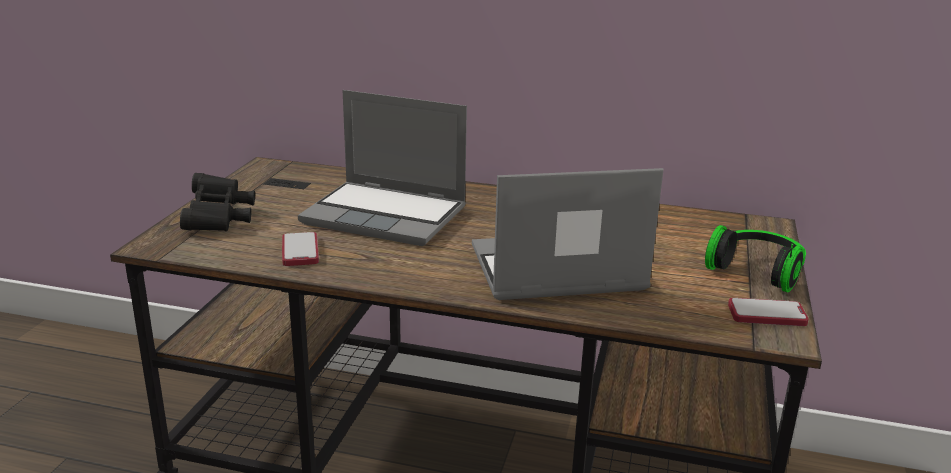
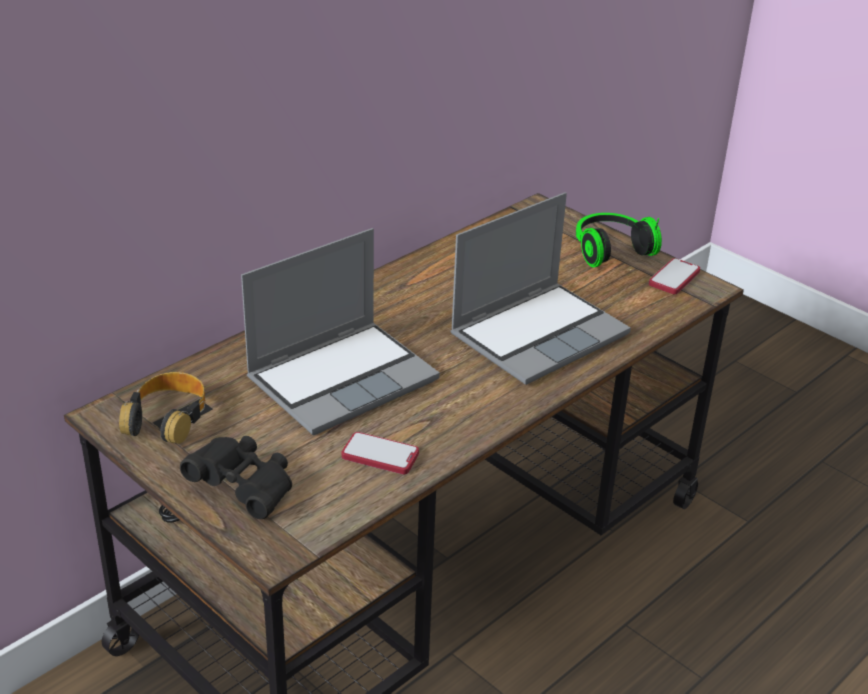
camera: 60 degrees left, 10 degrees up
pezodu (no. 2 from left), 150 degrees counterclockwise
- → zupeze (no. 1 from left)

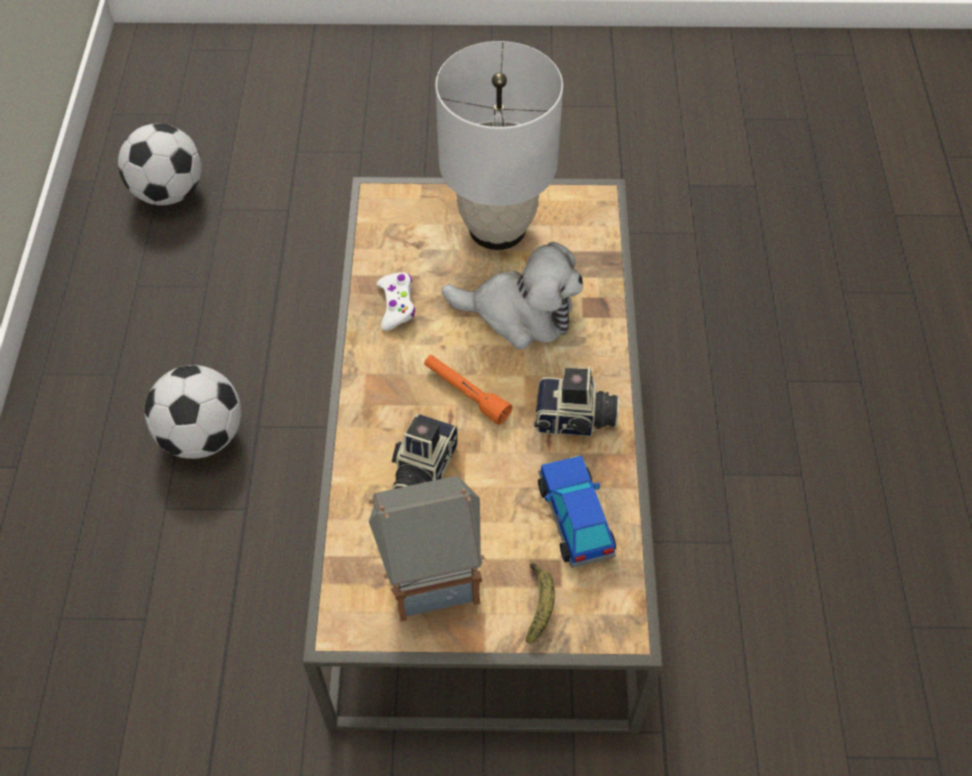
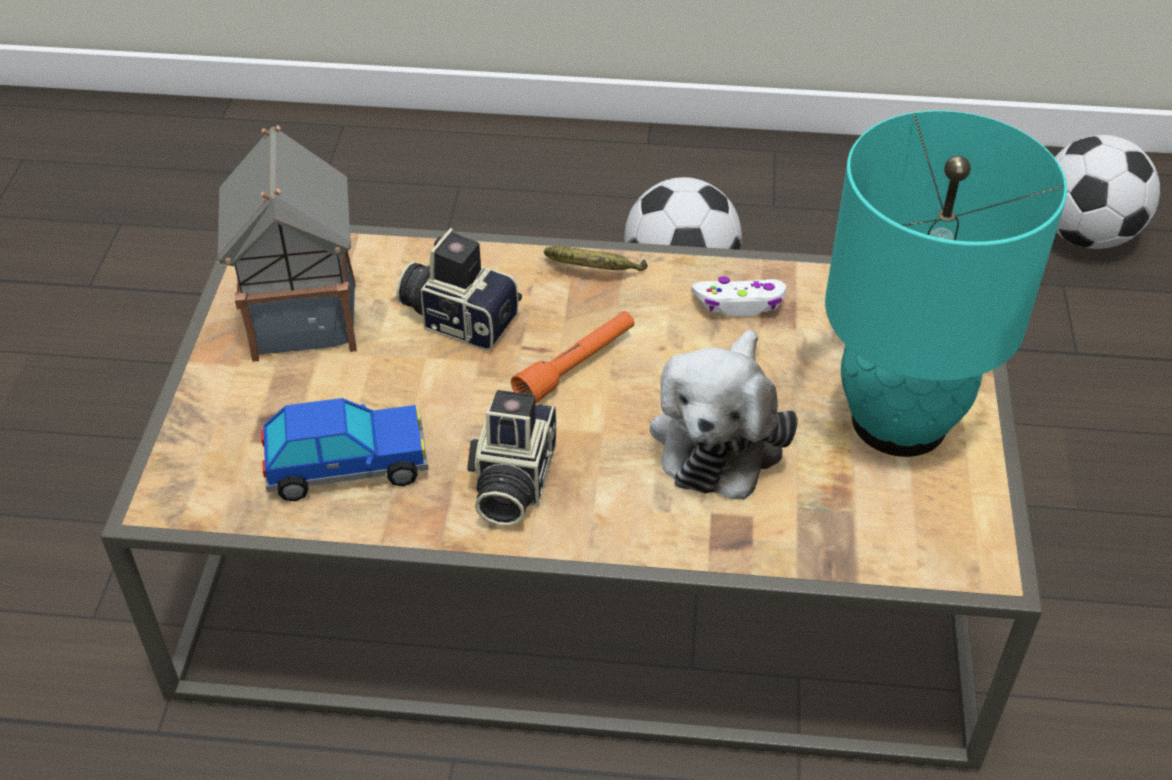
camera: 95 degrees right, 10 degrees down
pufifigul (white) → pufifigul (turquoise)
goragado, shifted

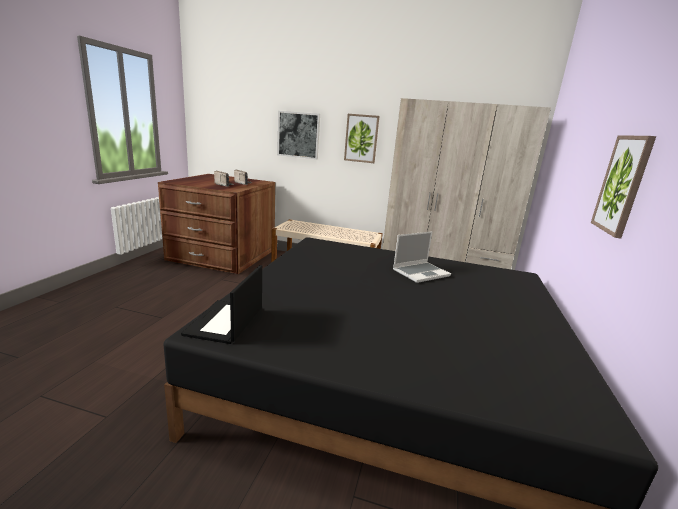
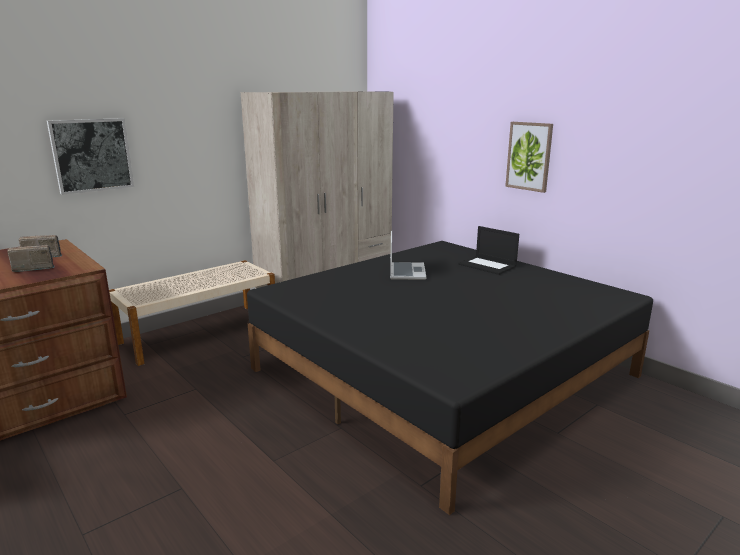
camera: 55 degrees left, 0 degrees up
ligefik (no. 2 from left) → -
pezodu (no. 1 from left in the first image) → pezodu (no. 2 from left), shifted

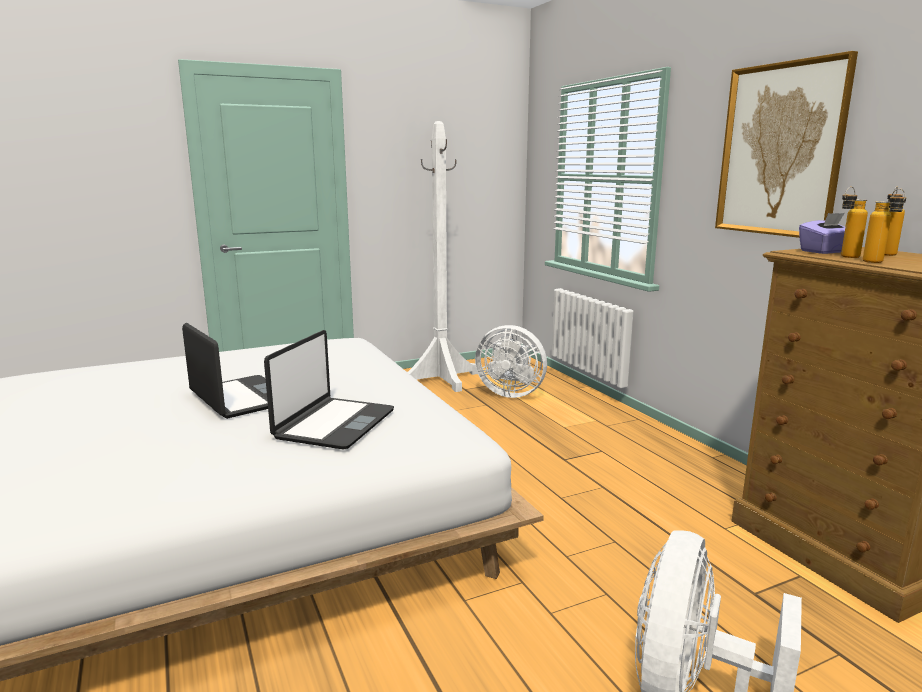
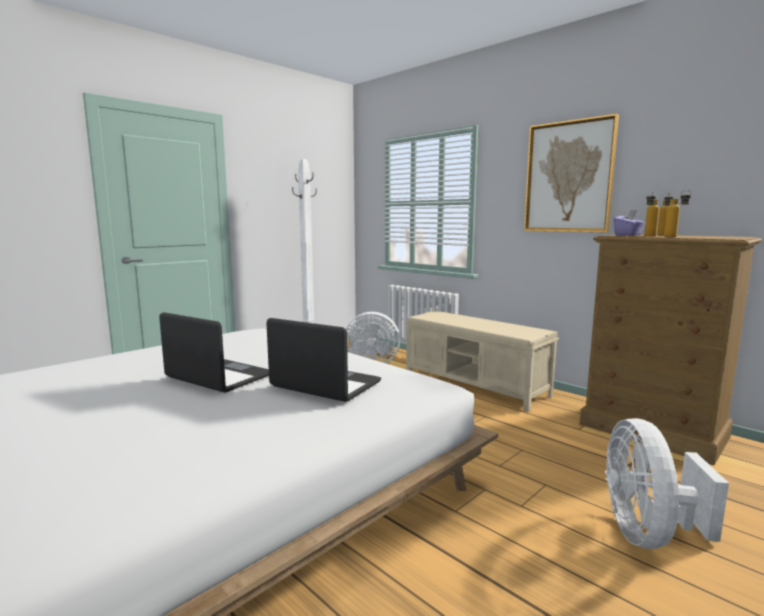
camera: 20 degrees left, 5 degrees down
pezodu (no. 2 from left), 60 degrees counterclockwise
- → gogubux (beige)

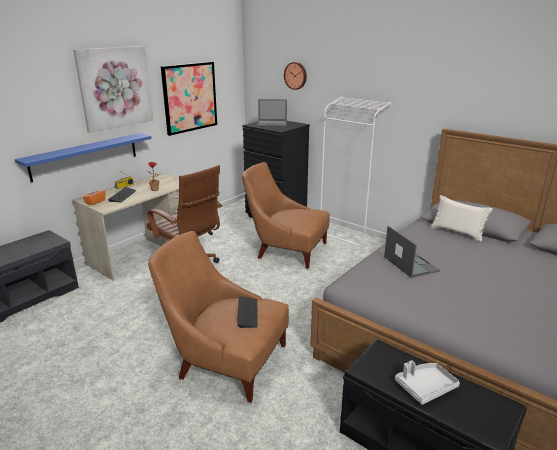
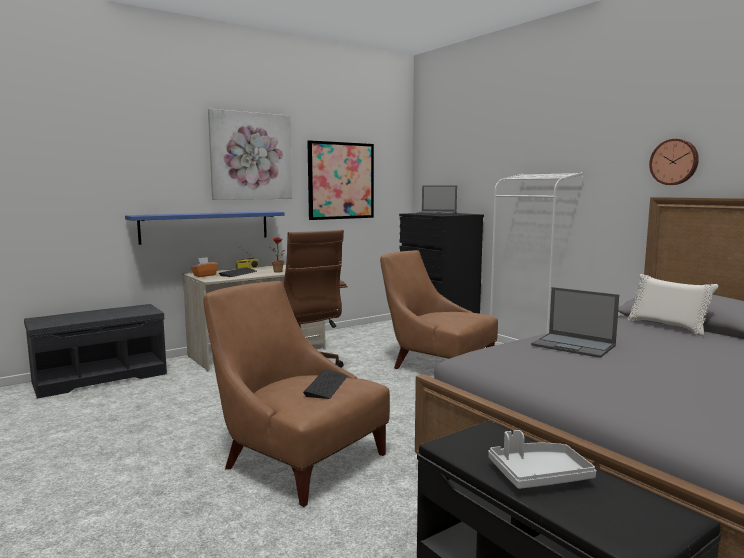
camera: 15 degrees right, 15 degrees down
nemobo, shifted
pezodu (no. 2 from left), 135 degrees clockwise

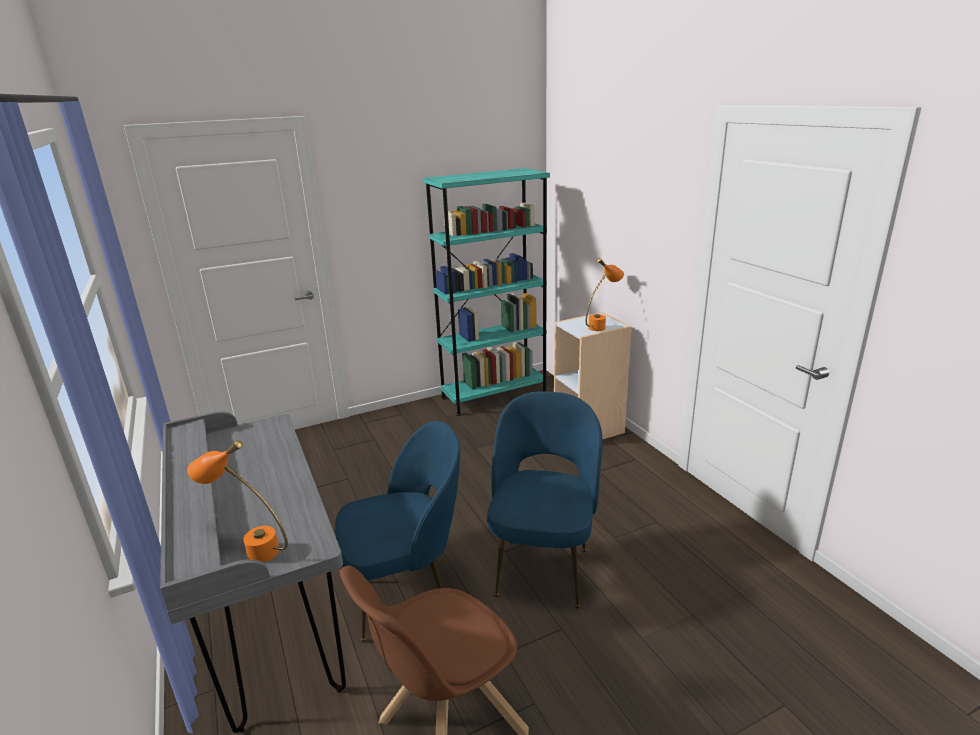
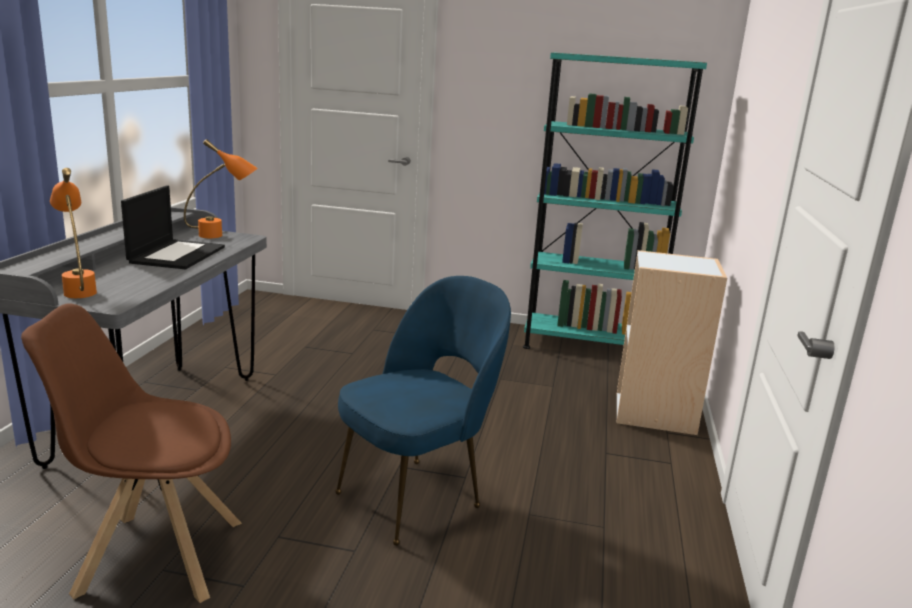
camera: 35 degrees right, 5 degrees down
pufifigul (orange) (no. 2 from left), shifted
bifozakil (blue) (no. 1 from left) → -
- → pezodu

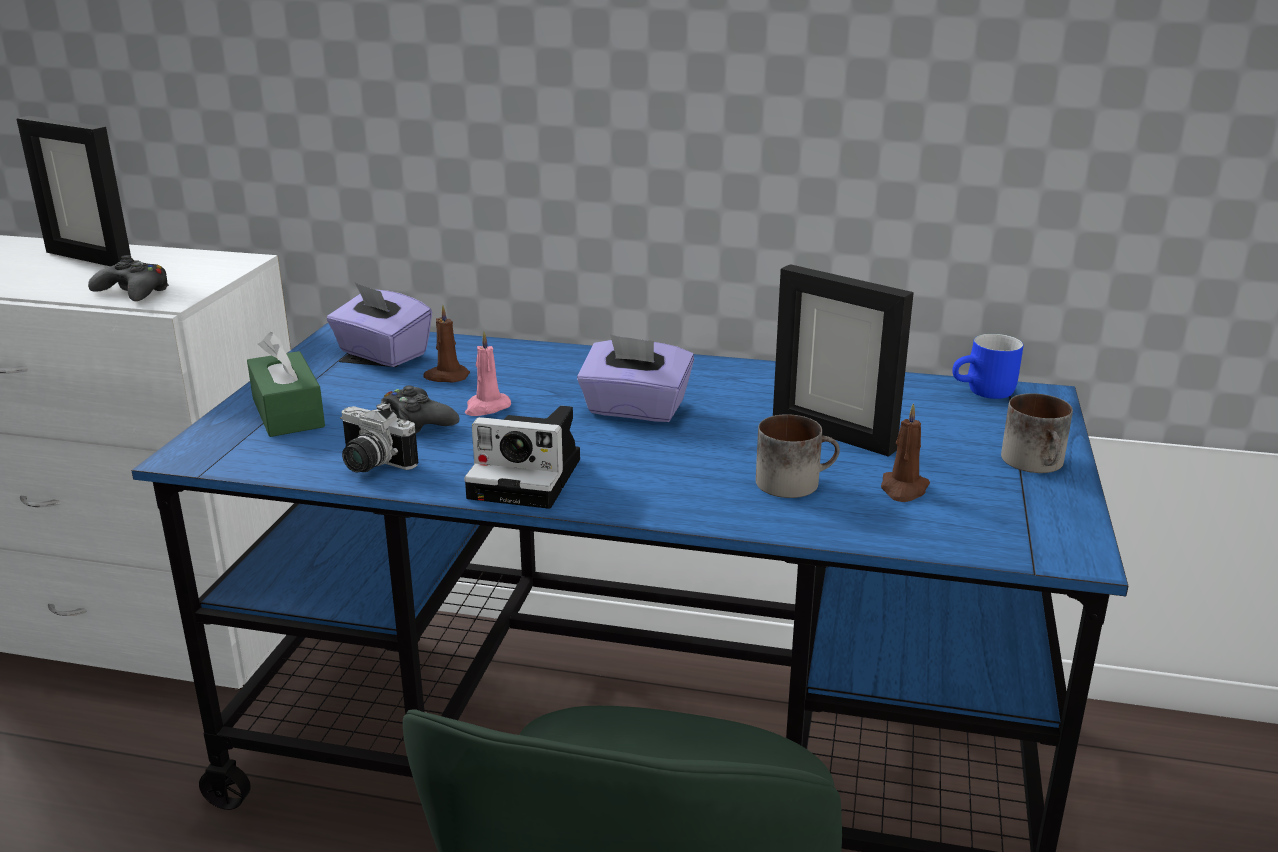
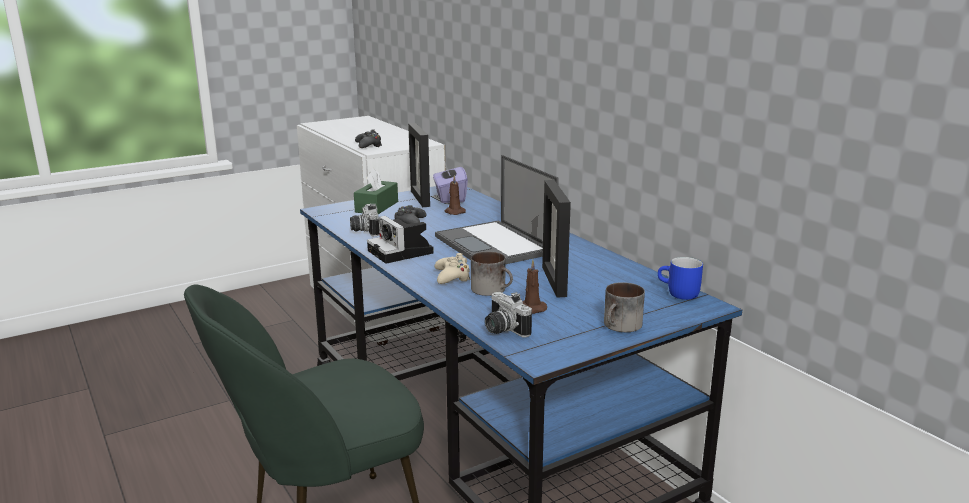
camera: 45 degrees right, 5 degrees down
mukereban (no. 1 from left), shifted
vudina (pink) → -
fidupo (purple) (no. 2 from left) → pezodu
- → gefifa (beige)
- → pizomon (no. 3 from left)

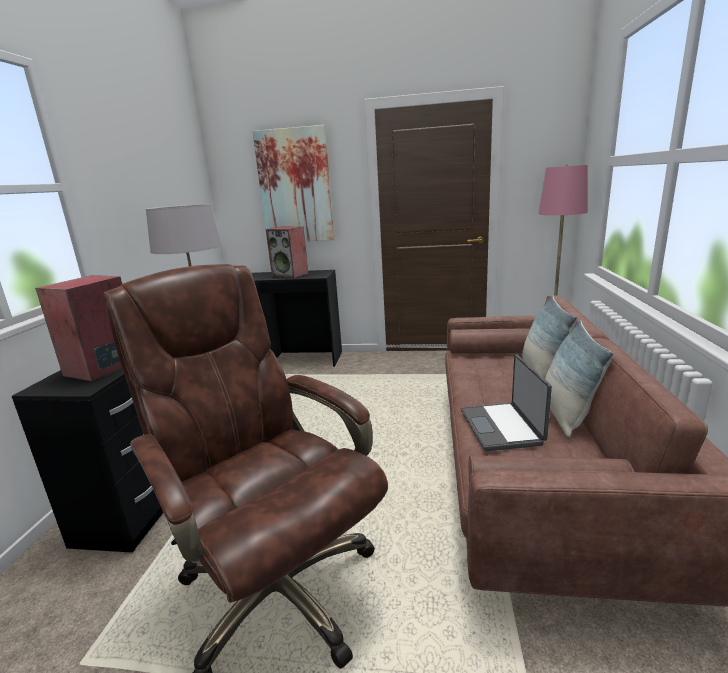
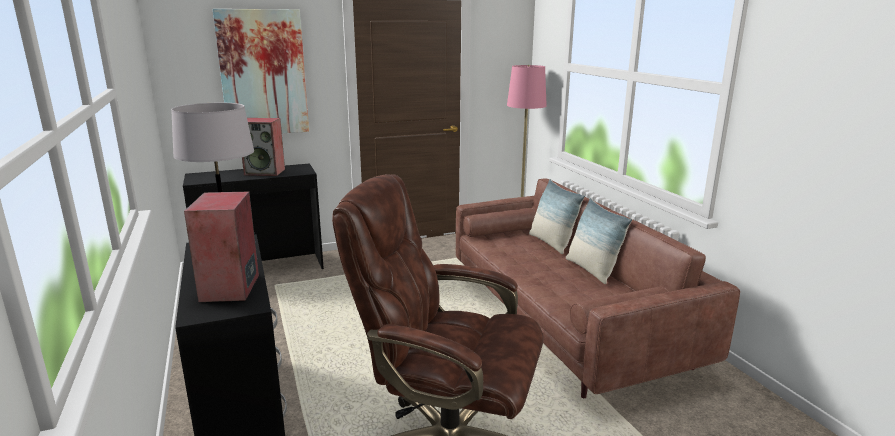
camera: 30 degrees left, 0 degrees up
pezodu → -

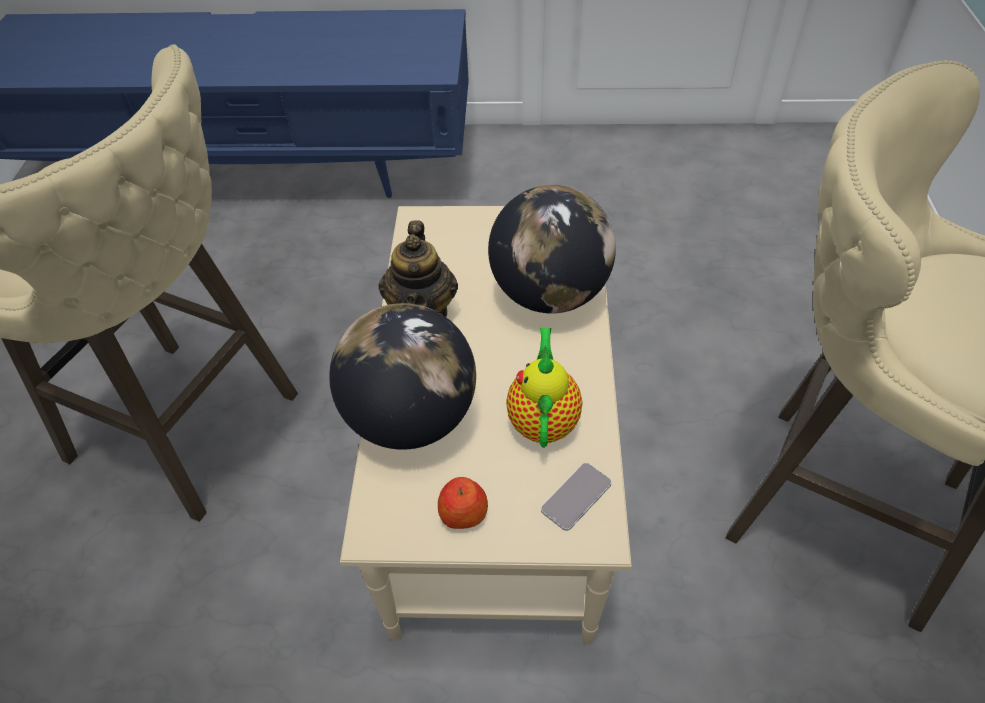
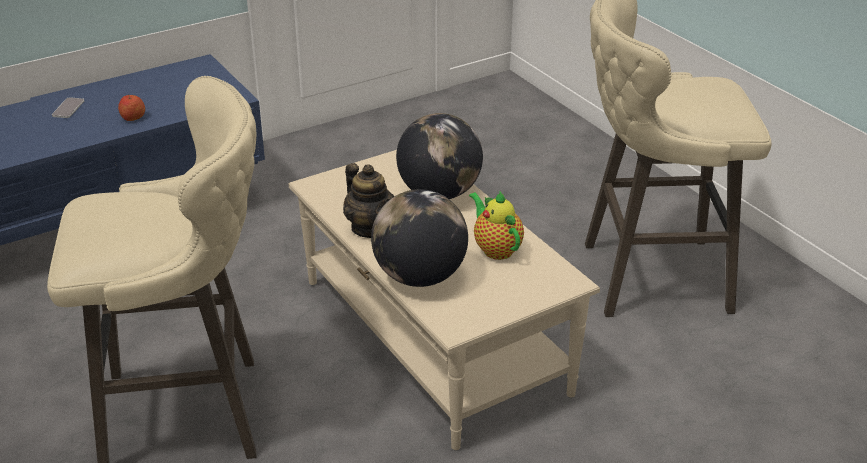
camera: 35 degrees left, 15 degrees down
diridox, shifted
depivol, shifted

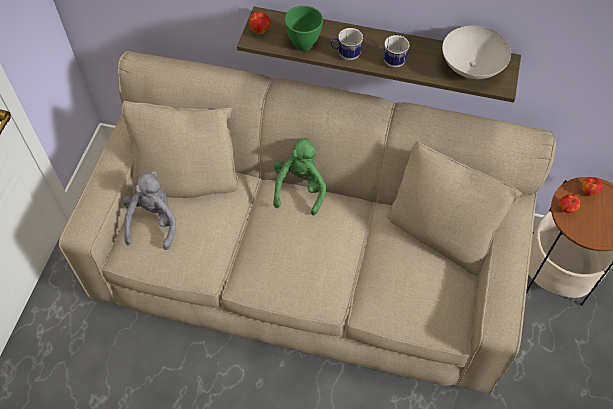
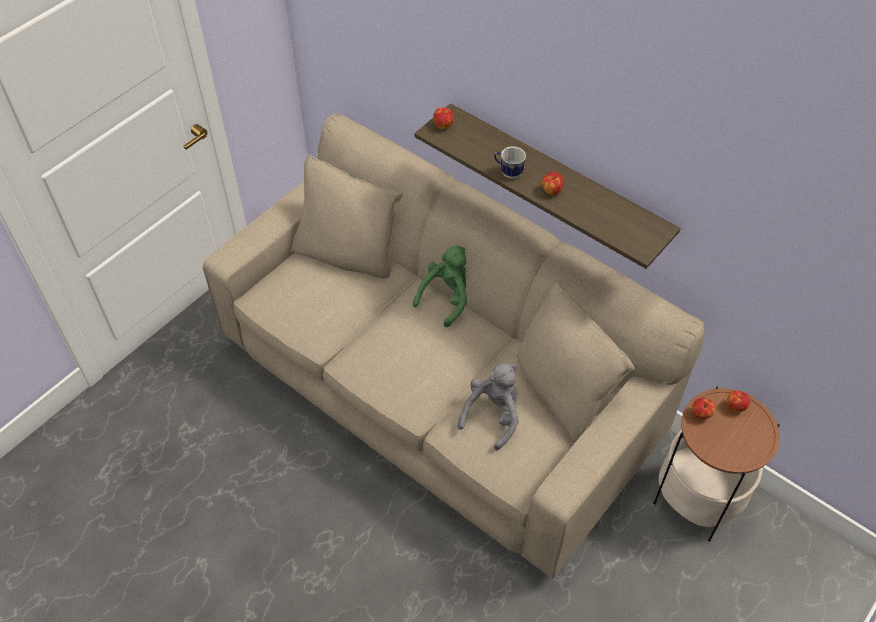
camera: 25 degrees right, 5 degrees down
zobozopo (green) → -
zobozopo (white) → -
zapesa (no. 2 from left) → depivol (no. 2 from left)
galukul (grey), shifted

